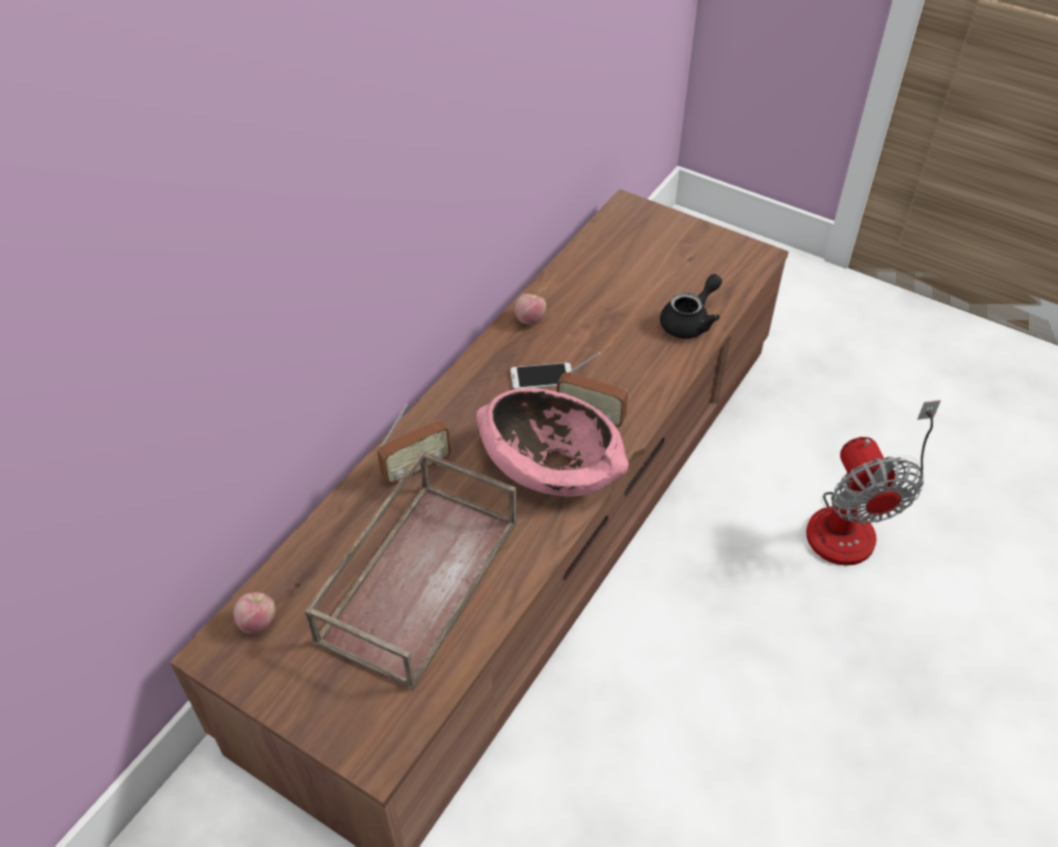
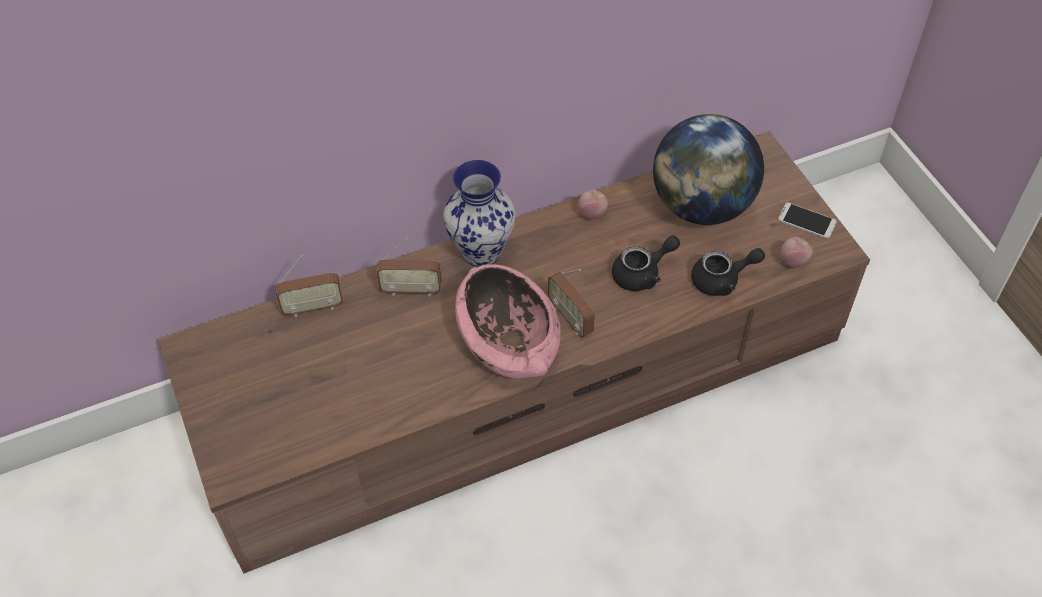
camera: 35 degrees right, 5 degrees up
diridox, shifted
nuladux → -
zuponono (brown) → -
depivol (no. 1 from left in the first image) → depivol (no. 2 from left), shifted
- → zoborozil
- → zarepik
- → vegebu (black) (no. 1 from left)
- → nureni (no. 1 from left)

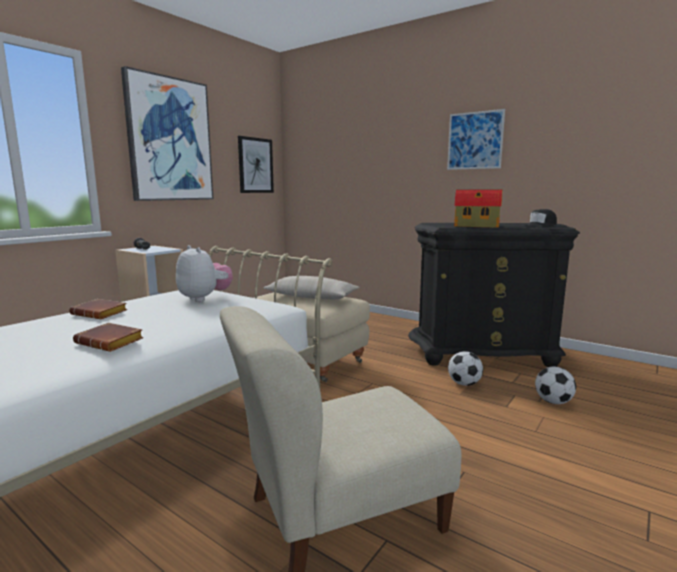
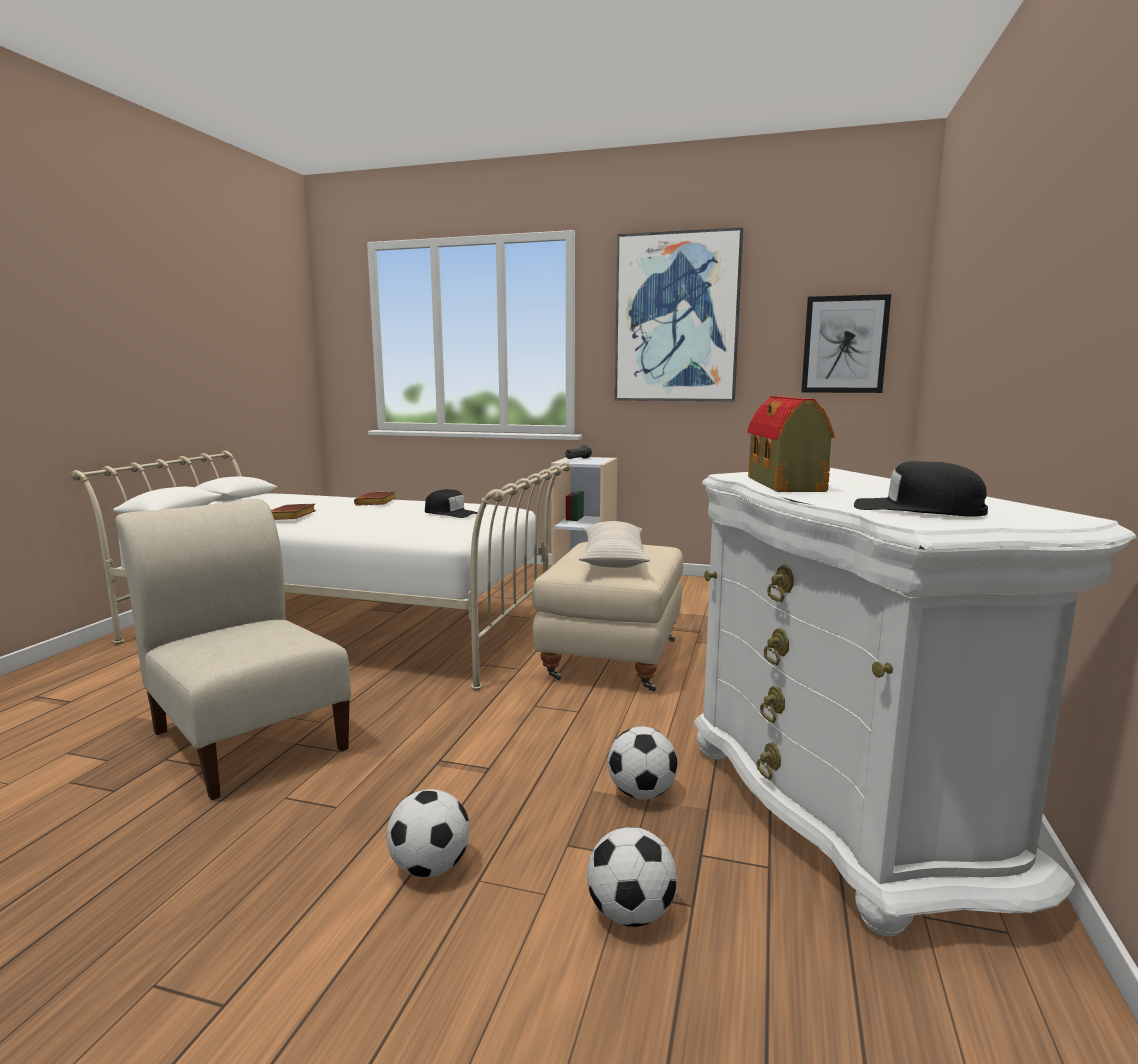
camera: 70 degrees right, 0 degrees up
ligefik (no. 3 from left) → -
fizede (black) → fizede (white)
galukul → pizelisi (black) (no. 1 from left)
- → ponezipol (no. 1 from left)

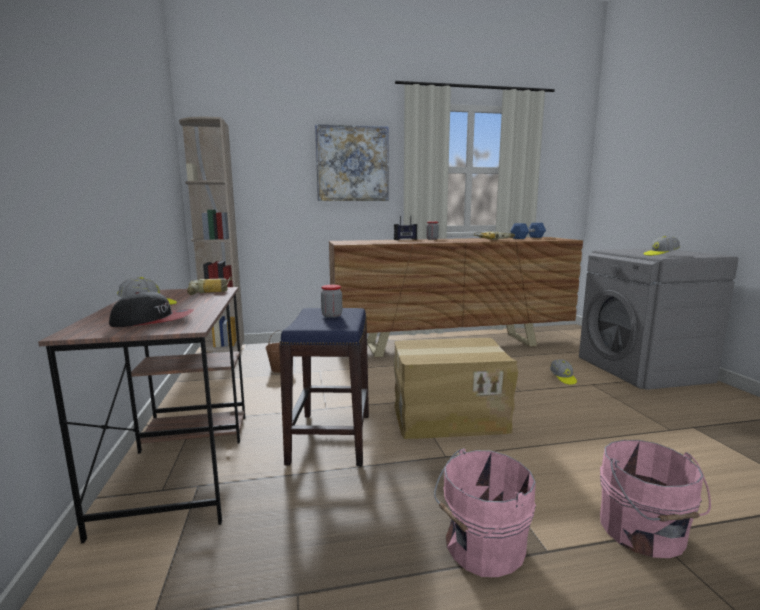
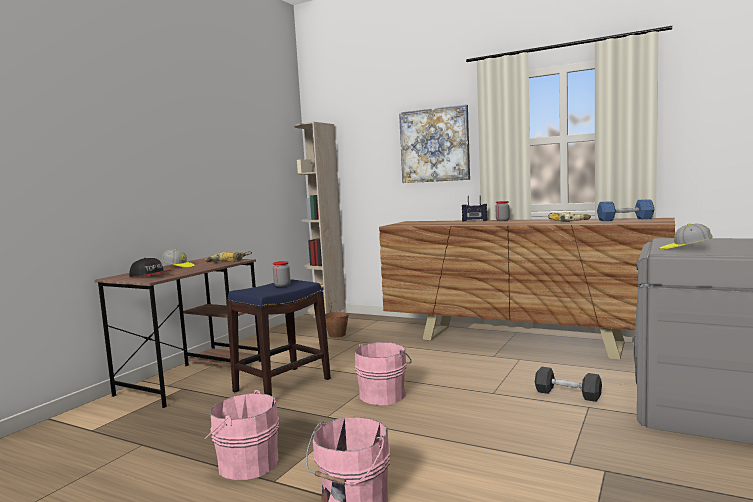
camera: 40 degrees right, 5 degrees down
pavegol → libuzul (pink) (no. 3 from left)
pizelisi (no. 3 from left) → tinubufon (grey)

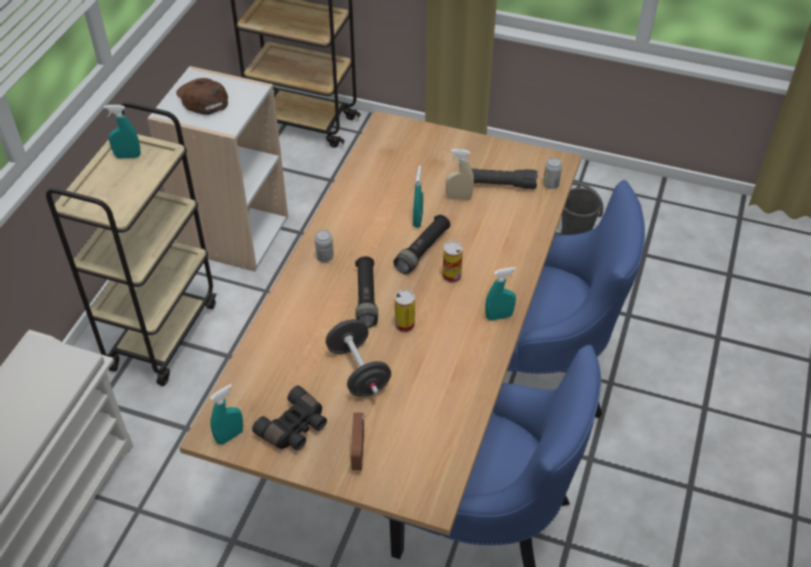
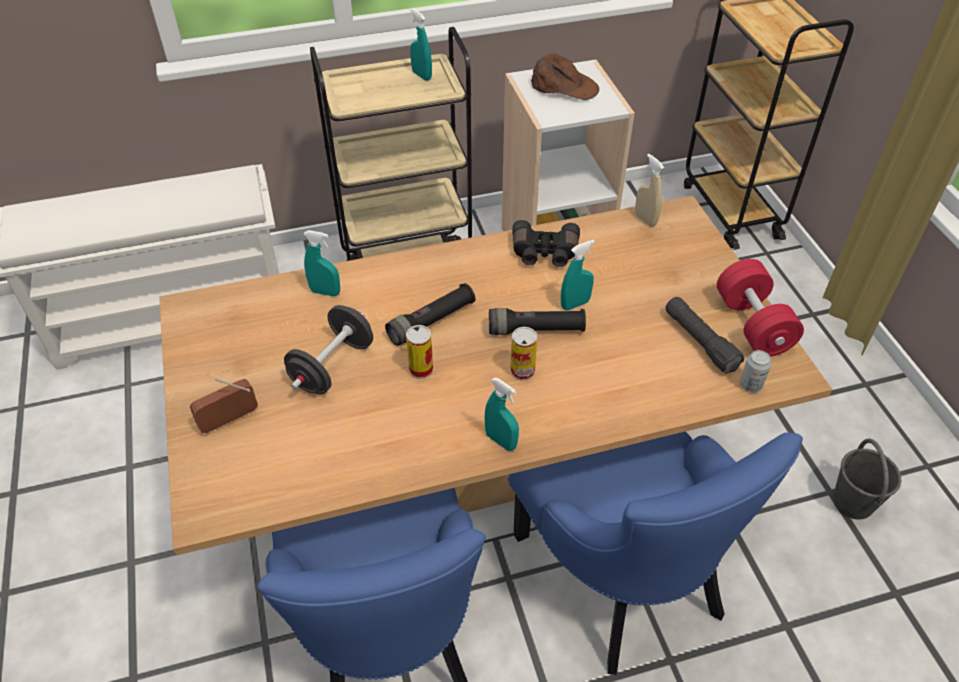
camera: 55 degrees right, 0 degrees up
pizelisi (brown), 90 degrees clockwise
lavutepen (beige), shifted
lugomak (no. 1 from left) → -
lavutepen (turquoise) (no. 2 from left in the first image) → lavutepen (turquoise) (no. 1 from left), shifted
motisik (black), shifted
- → tinubufon (red)

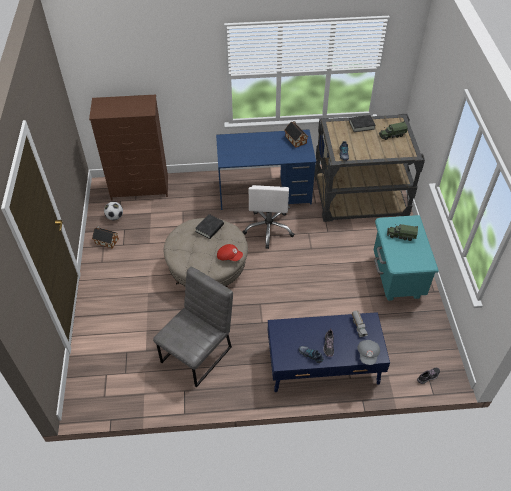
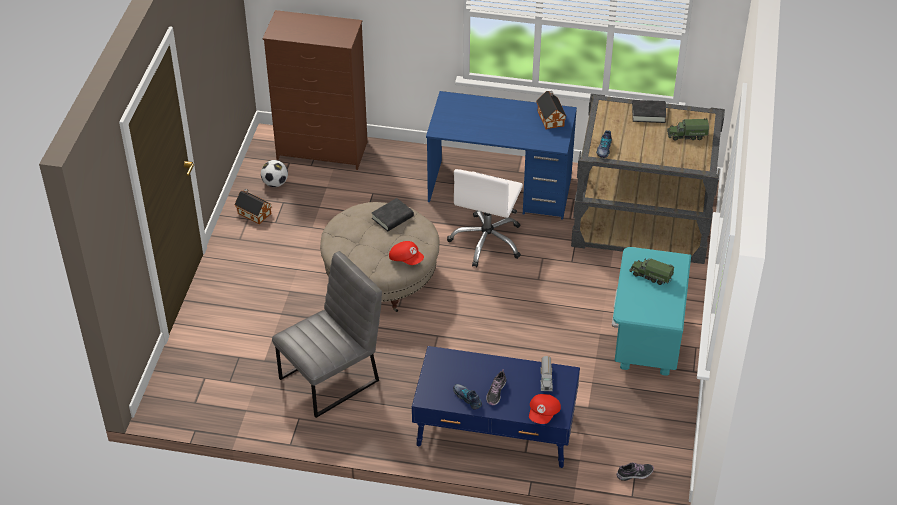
camera: 15 degrees right, 5 degrees down
pizelisi (grey) → pizelisi (red) (no. 2 from left)

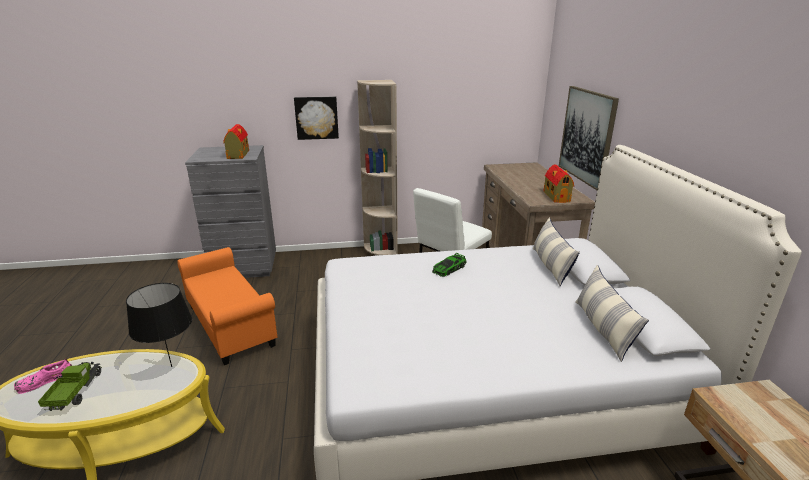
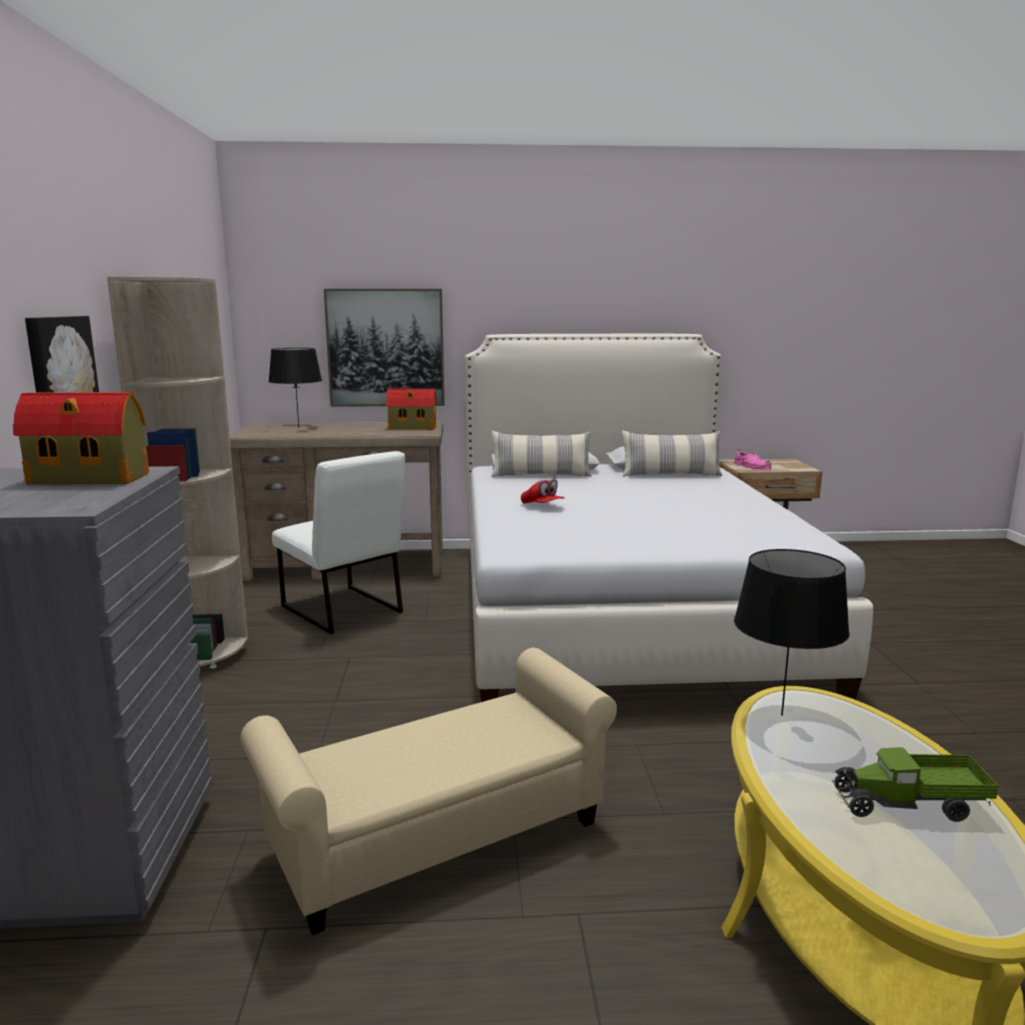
camera: 85 degrees left, 10 degrees down
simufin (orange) → simufin (beige)
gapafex → pizelisi (red)
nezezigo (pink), shifted
- → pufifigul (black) (no. 1 from left)

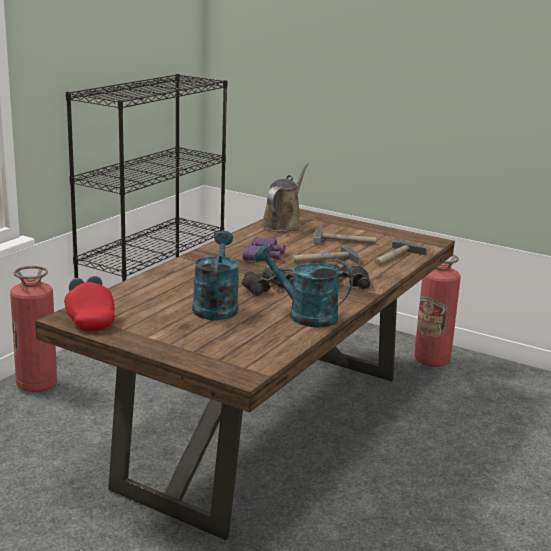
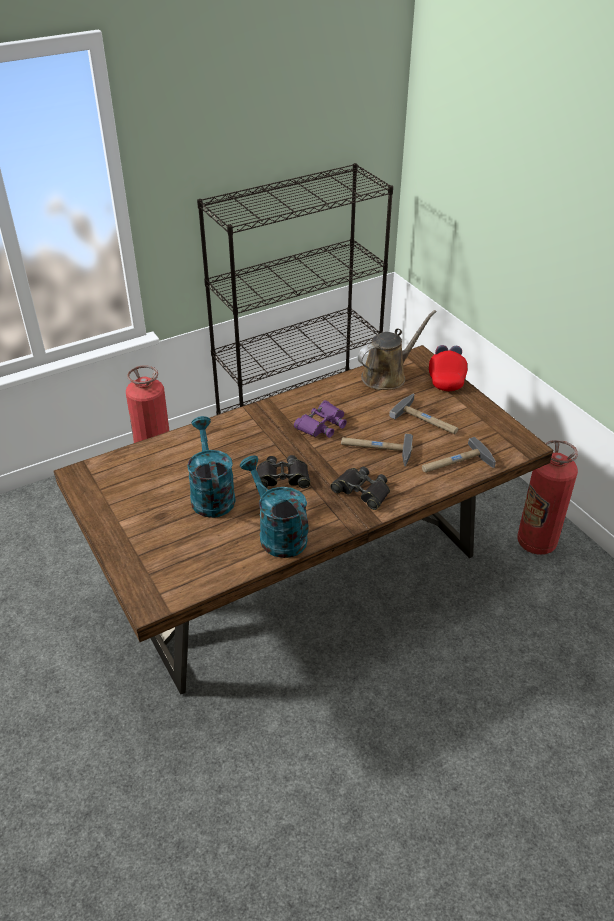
camera: 30 degrees right, 20 degrees up
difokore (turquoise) (no. 1 from left), 45 degrees counterclockwise
pizelisi (red), shifted

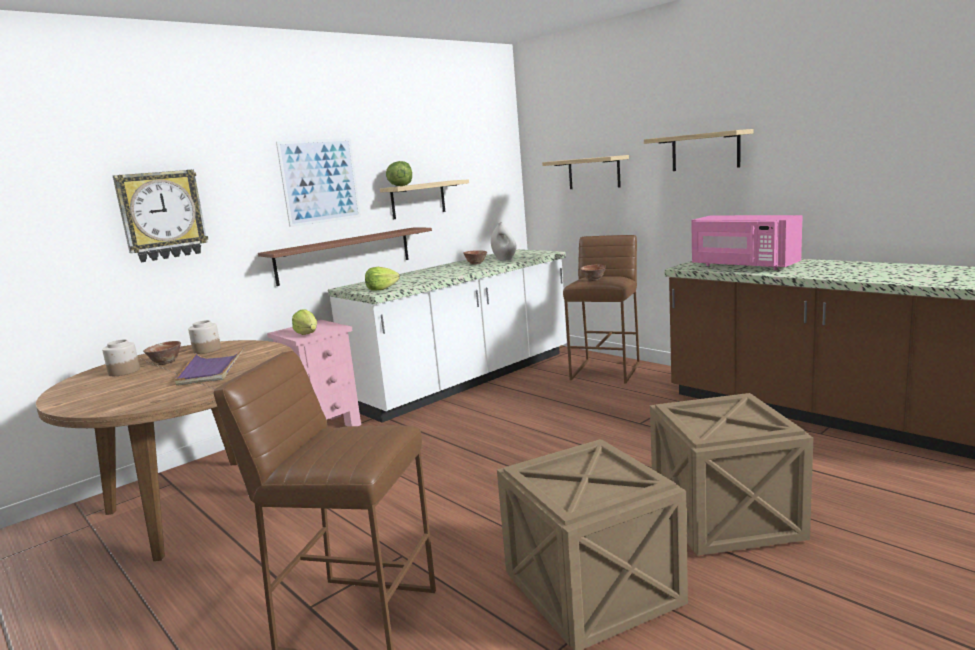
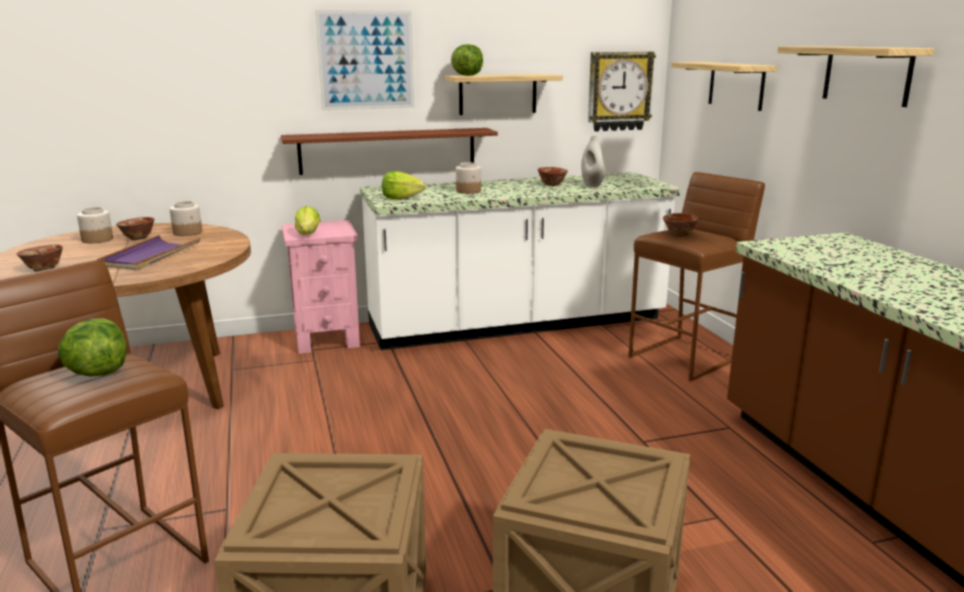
camera: 25 degrees right, 5 degrees up
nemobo, shifted
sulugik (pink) → -
- → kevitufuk (no. 3 from left)
- → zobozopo (no. 1 from left)
- → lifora (no. 1 from left)

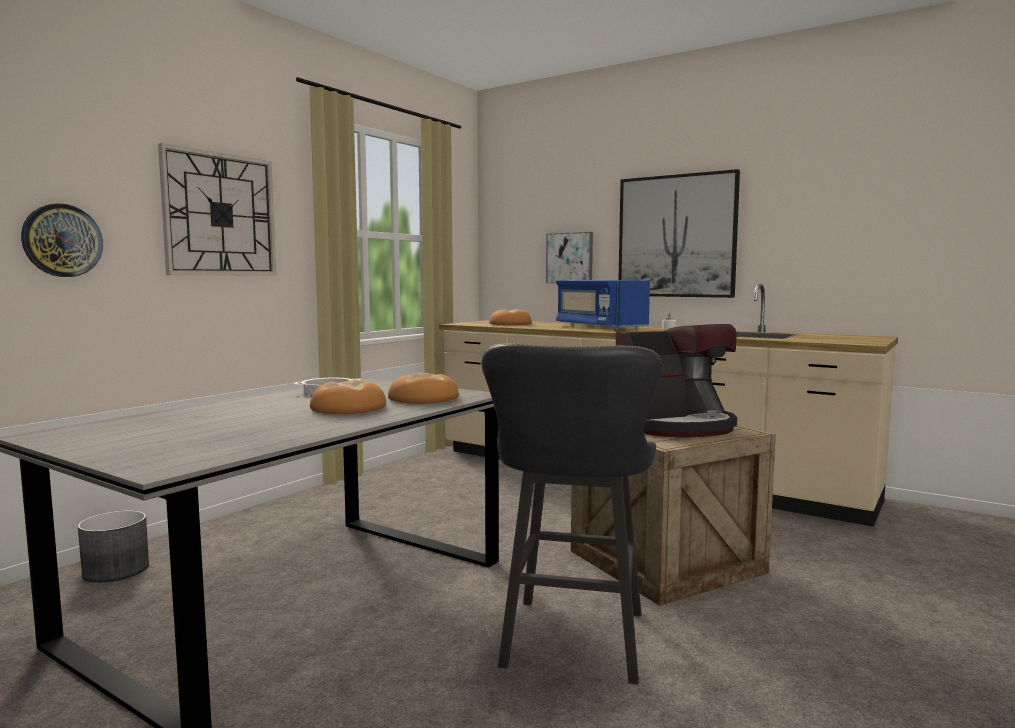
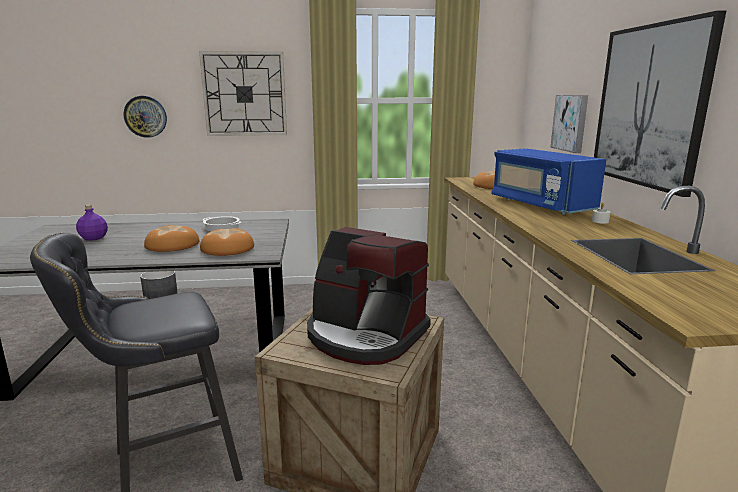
camera: 50 degrees right, 10 degrees up
sulugik (blue), 45 degrees counterclockwise
- → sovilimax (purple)

